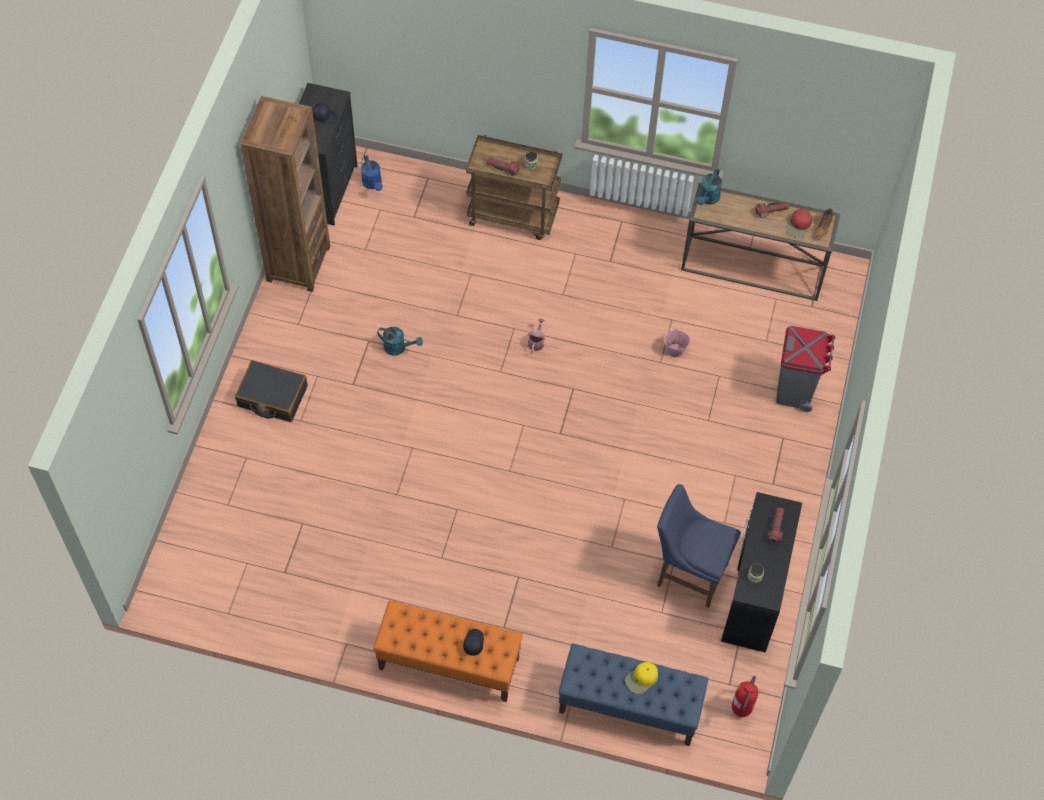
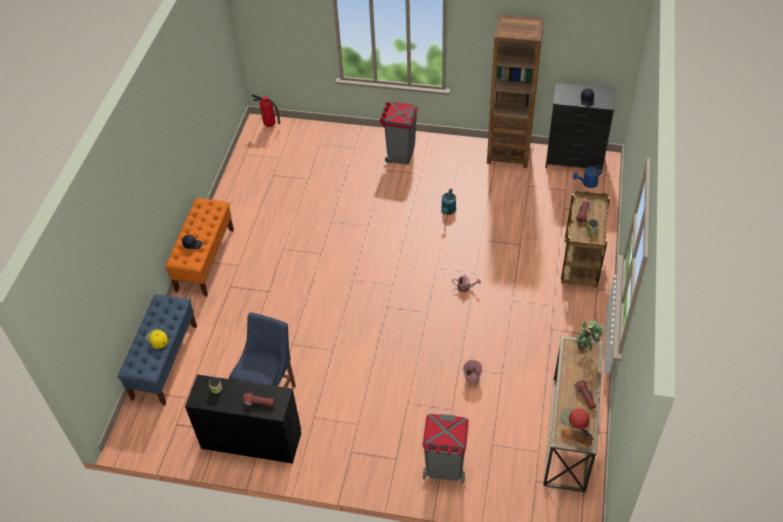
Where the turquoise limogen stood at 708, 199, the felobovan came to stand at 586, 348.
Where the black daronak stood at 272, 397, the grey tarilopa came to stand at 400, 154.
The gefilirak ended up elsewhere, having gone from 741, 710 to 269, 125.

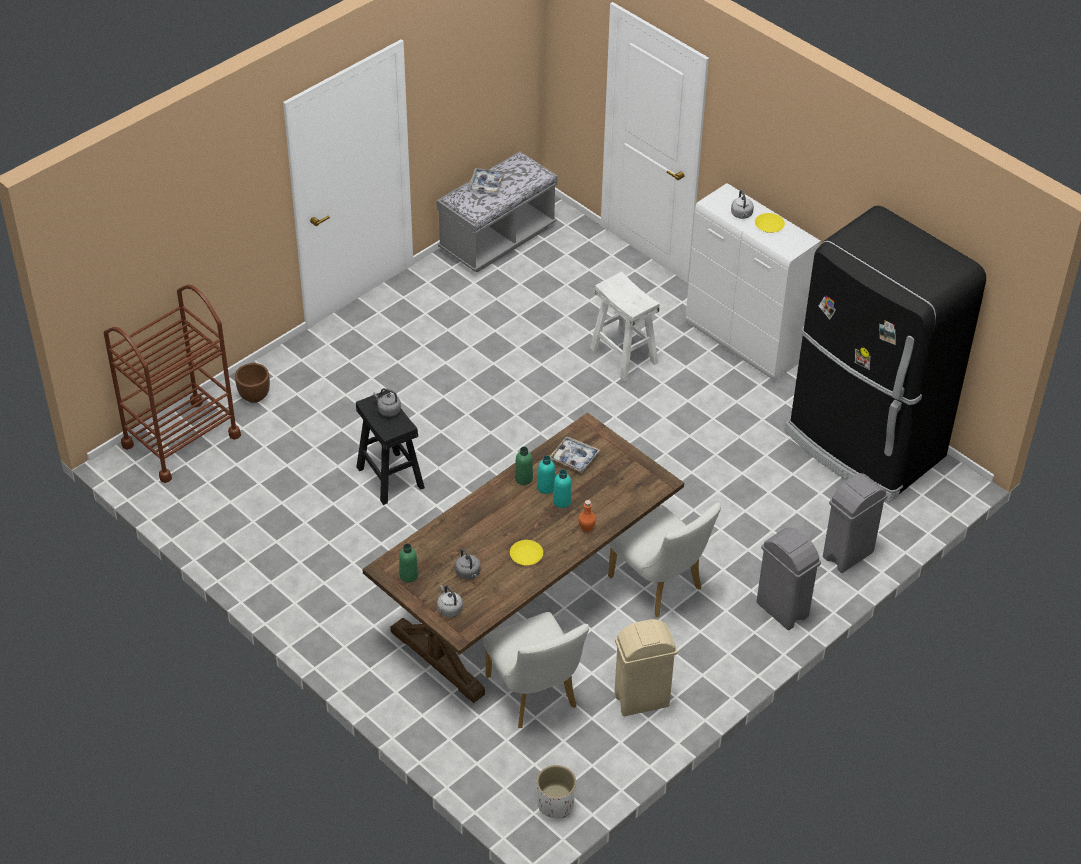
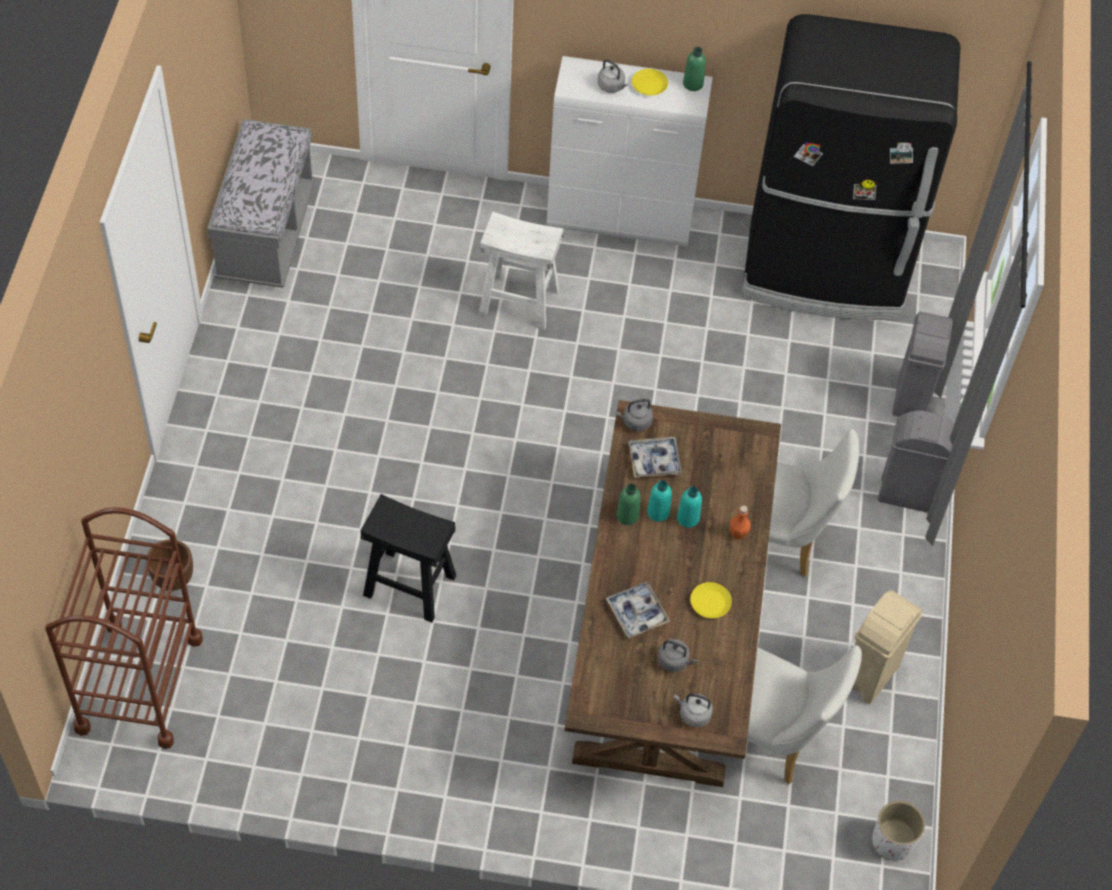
The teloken ended up elsewhere, having gone from 486, 184 to 637, 613.
The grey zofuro ended up elsewhere, having gone from 388, 410 to 635, 422.
The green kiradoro ended up elsewhere, having gone from 409, 575 to 693, 84.

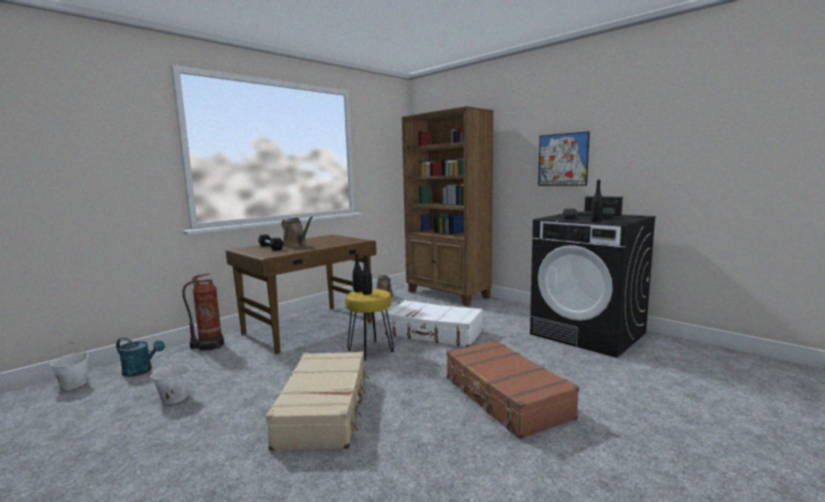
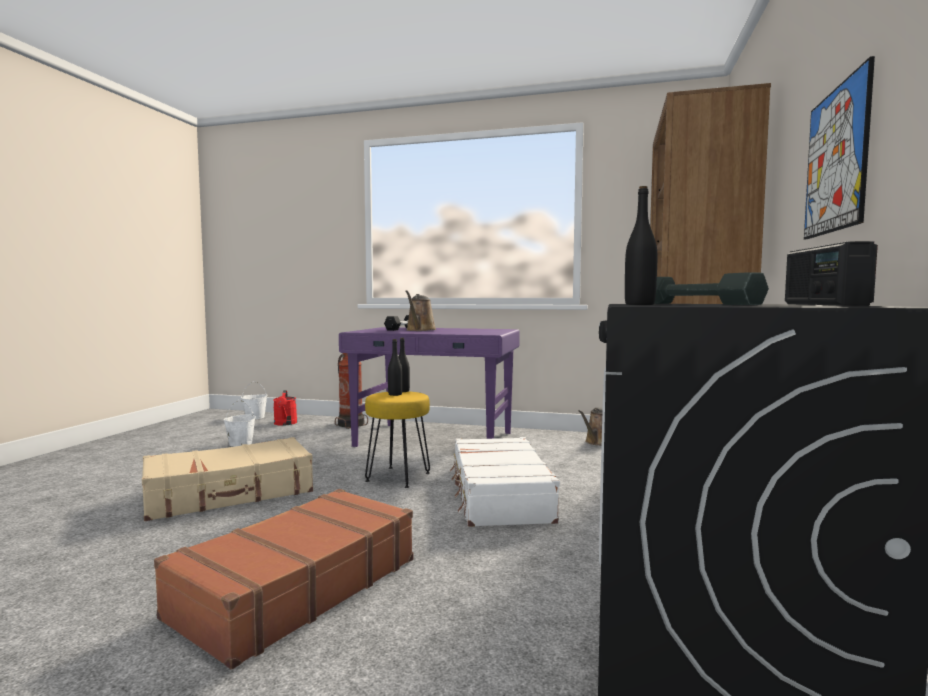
What was the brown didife at 309, 328 turned into the purple didife at 435, 440.
What was the turquoise limogen at 141, 371 turned into the red limogen at 285, 424.

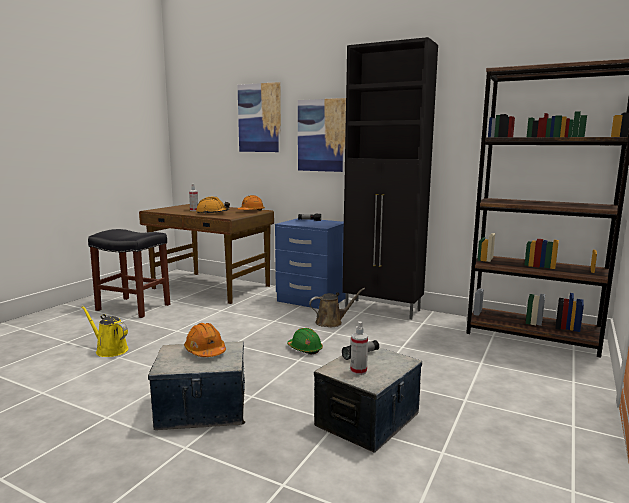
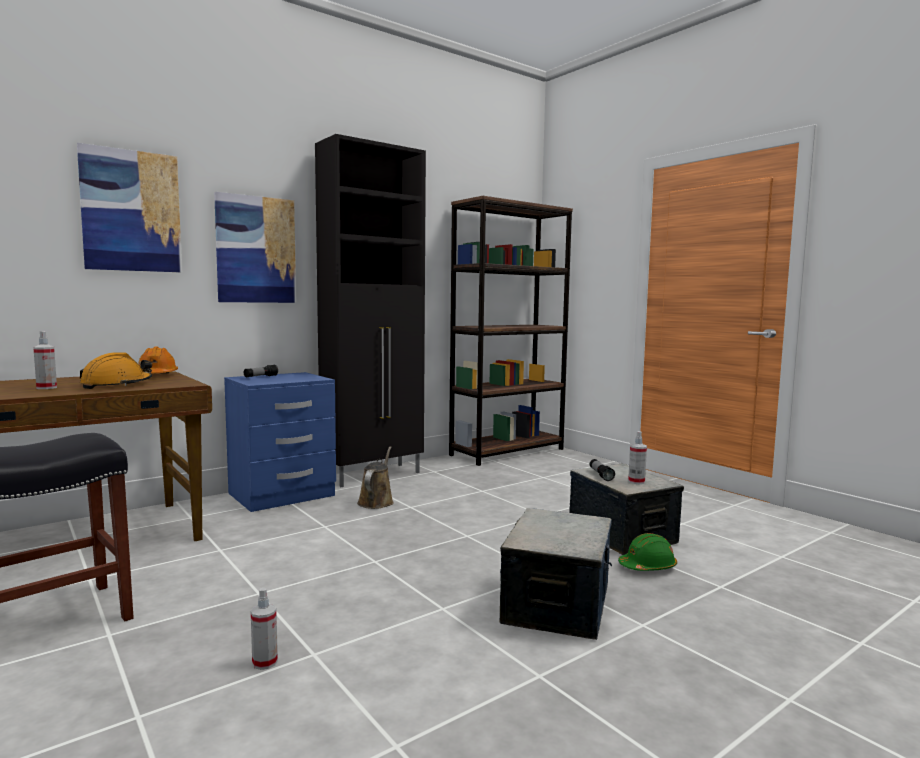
Where the yellow limogen stood at 109, 350, the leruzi came to stand at 265, 662.
The second view lost the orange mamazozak at 205, 351.
The green mamazozak ended up elsewhere, having gone from 305, 349 to 647, 567.

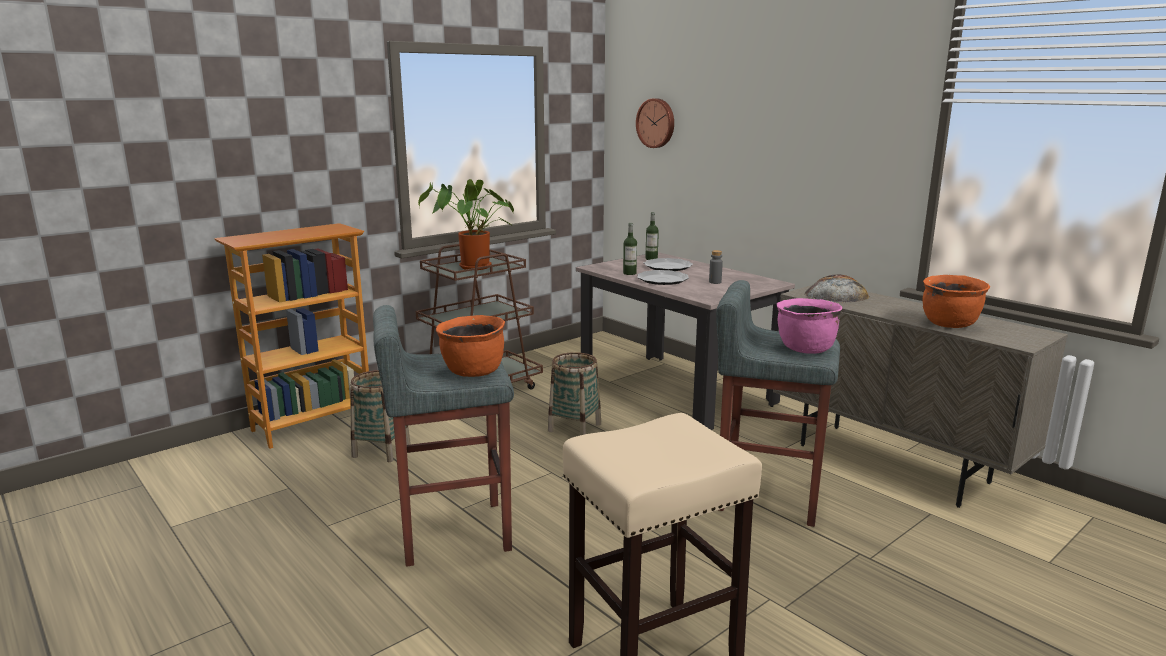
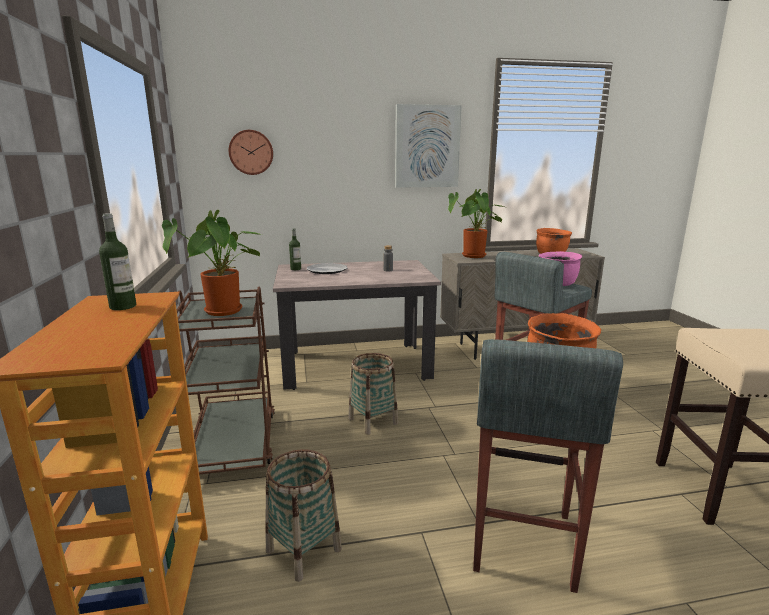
The kiradoro ended up elsewhere, having gone from 629, 273 to 123, 306.
The second view lost the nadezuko at 662, 279.
Where the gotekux stood at 836, 294, the felobovan came to stand at 474, 256.
The second view gained the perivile at 427, 146.

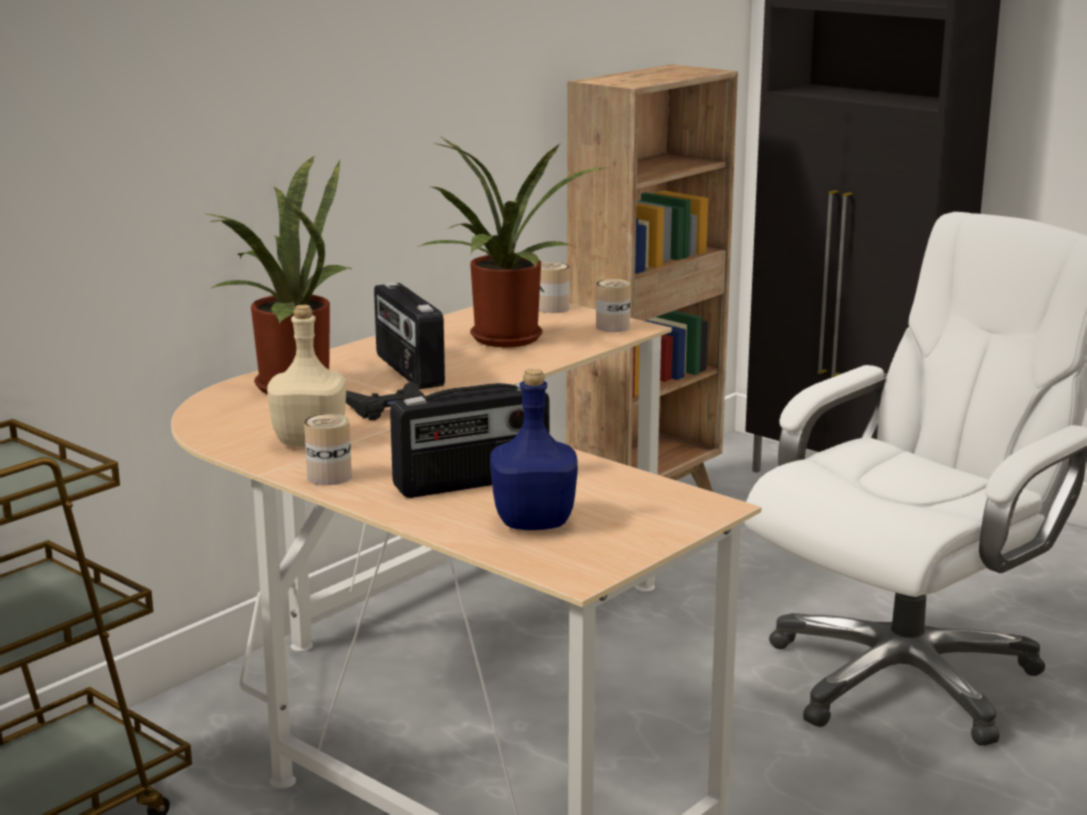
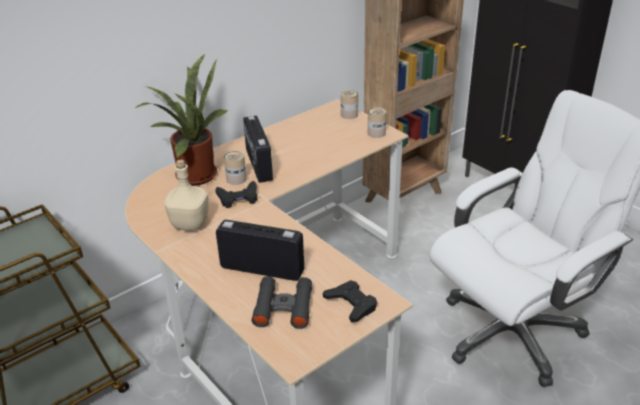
The second view lost the felobovan at 505, 341.
Where the blue kiradoro stood at 532, 522, the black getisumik came to stand at 283, 307.
The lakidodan at 472, 483 ended up facing another way, 150 degrees counterclockwise from before.
The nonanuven ended up elsewhere, having gone from 329, 476 to 236, 179.
The second view gained the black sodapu at 351, 304.

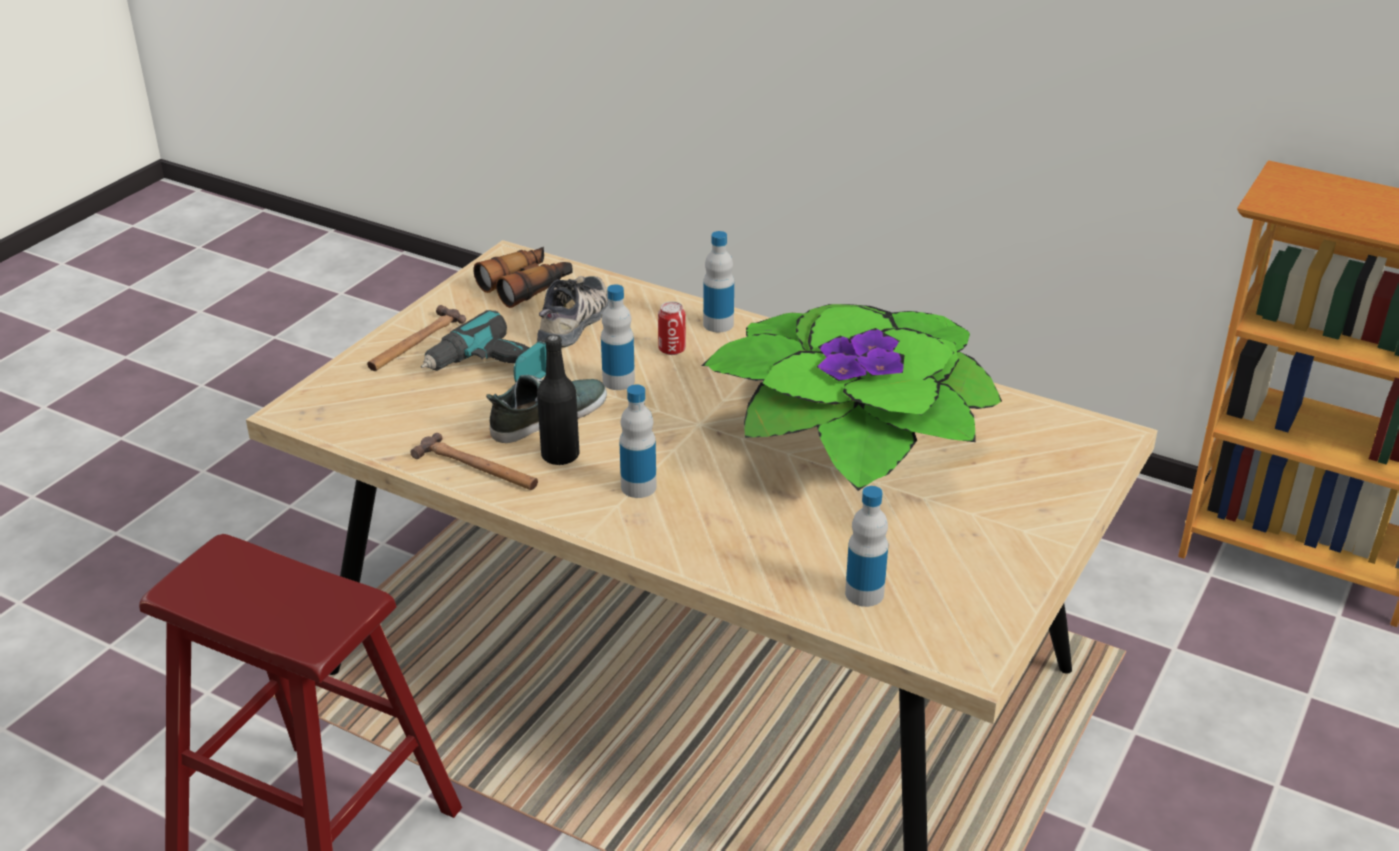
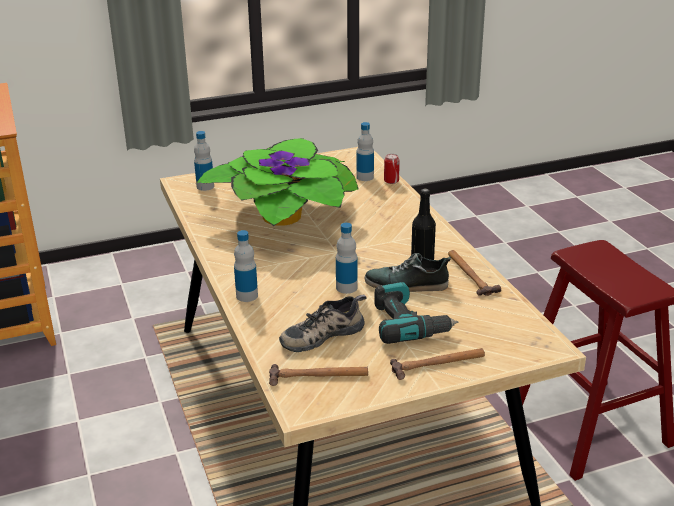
Where the getisumik stood at 527, 286, the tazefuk came to stand at 318, 376.
The nonanuven ended up elsewhere, having gone from 672, 349 to 391, 181.
The kiradoro ended up elsewhere, having gone from 638, 487 to 205, 186.

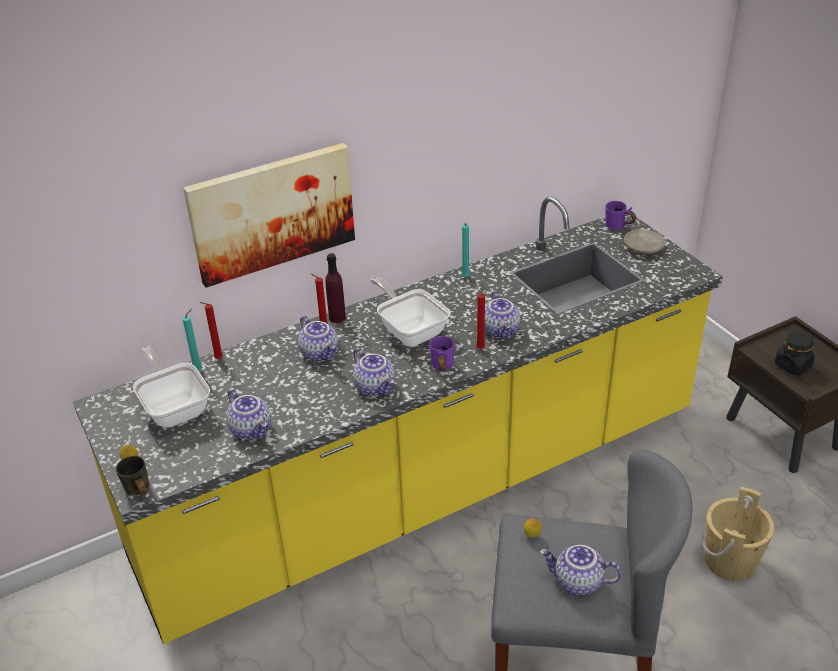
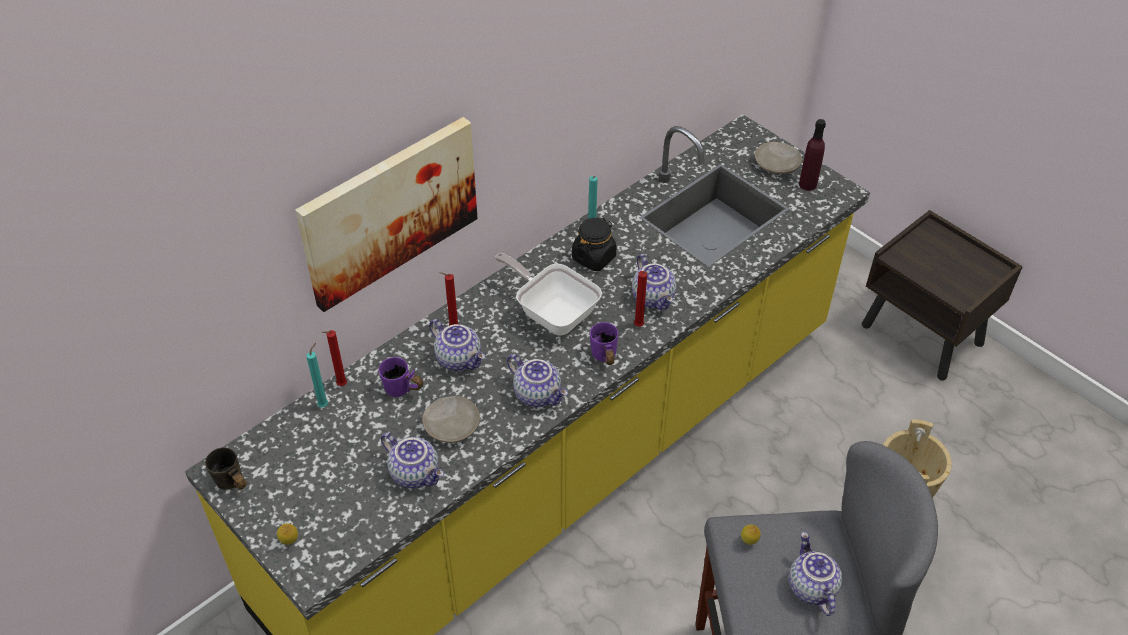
The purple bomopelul ended up elsewhere, having gone from 617, 228 to 401, 392.
The purple kiradoro ended up elsewhere, having gone from 337, 318 to 807, 184.
The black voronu ended up elsewhere, having gone from 793, 365 to 594, 257.
The second view lost the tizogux at 175, 407.
The grey bomopelul ended up elsewhere, having gone from 136, 493 to 230, 485.
The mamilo at 577, 583 ended up facing another way, 75 degrees clockwise from before.
The second view gained the beige nadezuko at 452, 425.

